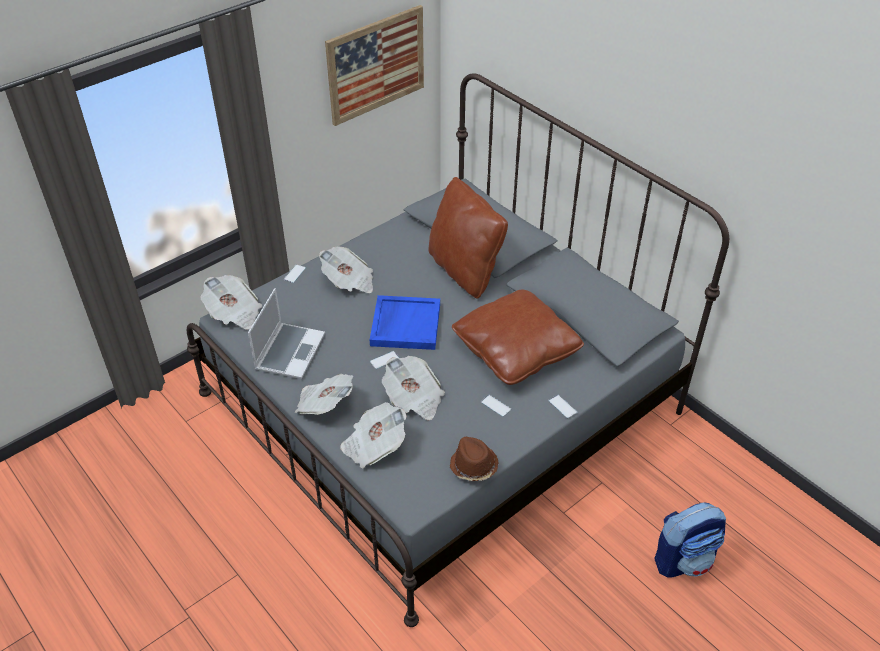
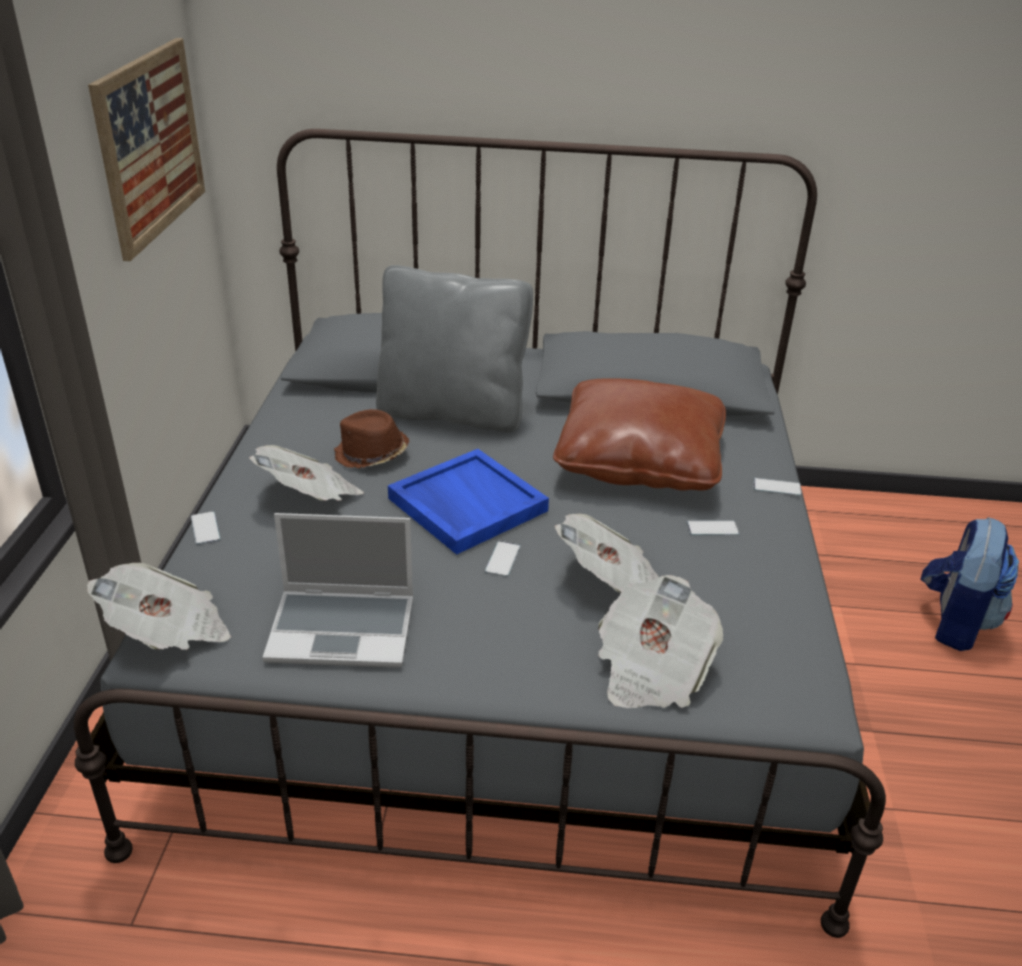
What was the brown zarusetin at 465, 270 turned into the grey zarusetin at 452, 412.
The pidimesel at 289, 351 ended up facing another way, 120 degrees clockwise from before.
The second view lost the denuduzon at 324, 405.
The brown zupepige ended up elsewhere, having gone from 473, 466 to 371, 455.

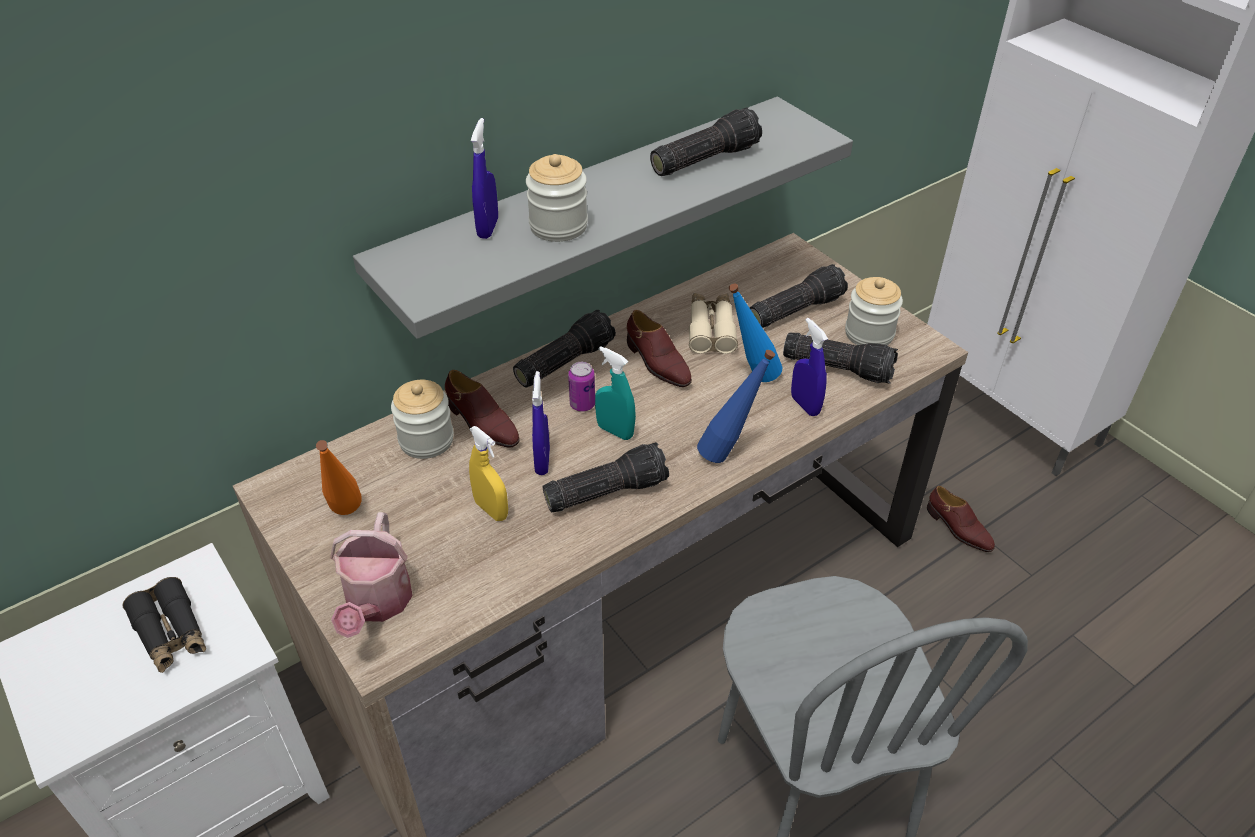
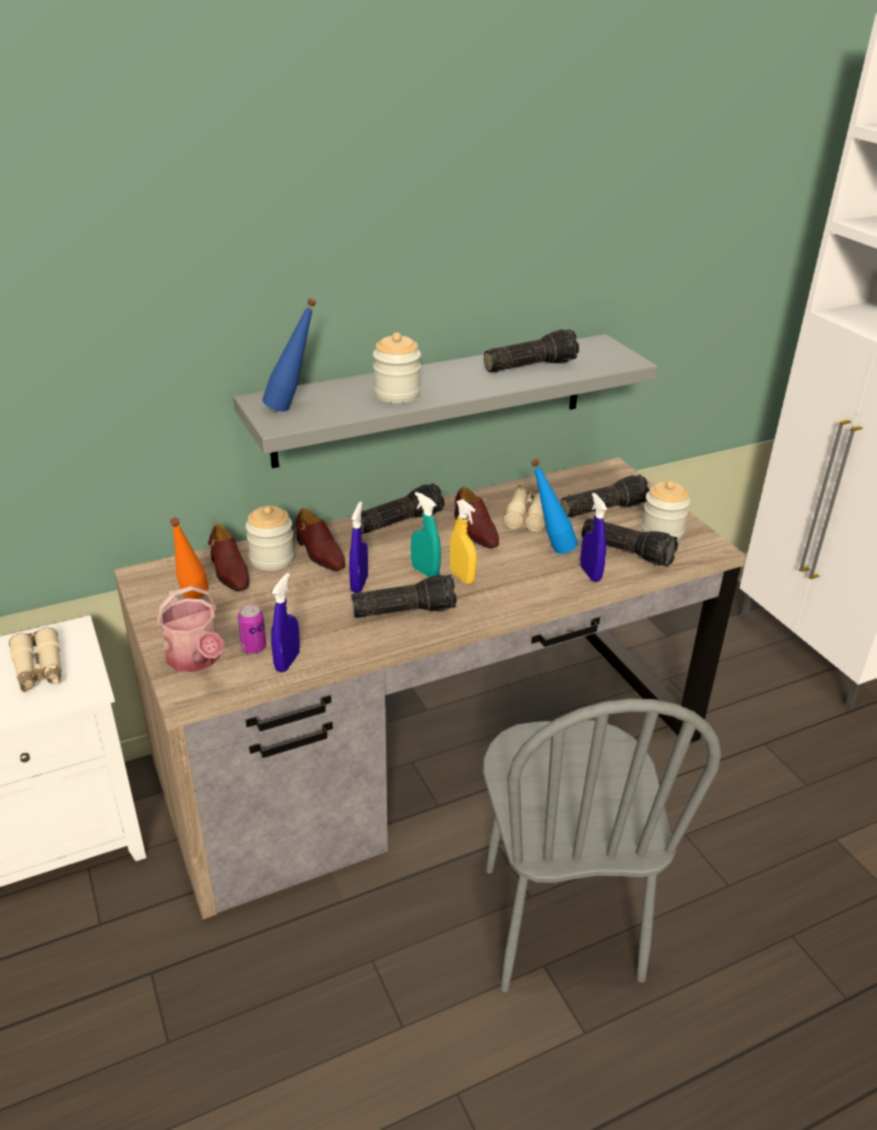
The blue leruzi ended up elsewhere, having gone from 488, 228 to 287, 662.
The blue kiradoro ended up elsewhere, having gone from 729, 453 to 292, 408.
The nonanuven ended up elsewhere, having gone from 582, 404 to 254, 647.
The yellow leruzi ended up elsewhere, having gone from 491, 510 to 462, 577.
The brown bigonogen ended up elsewhere, having gone from 958, 529 to 229, 571.
The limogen at 376, 604 ended up facing another way, 45 degrees counterclockwise from before.
What was the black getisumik at 171, 633 turned into the beige getisumik at 39, 669.

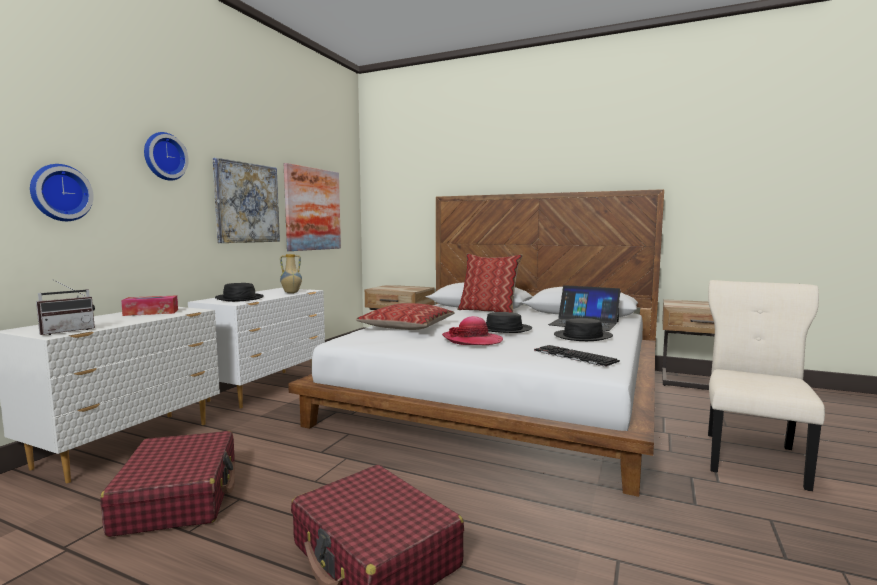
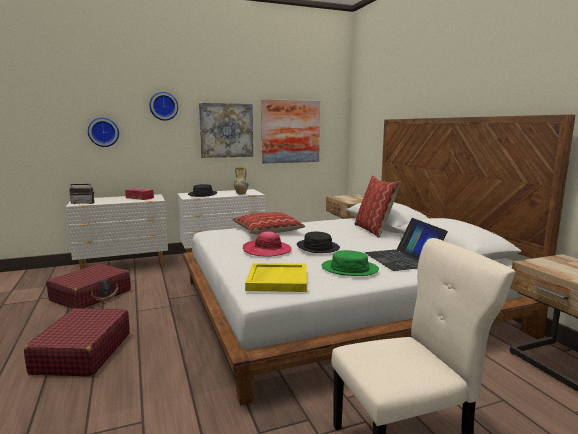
What was the black zupepige at 582, 336 turned into the green zupepige at 349, 269.
Where the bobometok stood at 573, 356, the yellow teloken came to stand at 277, 280.

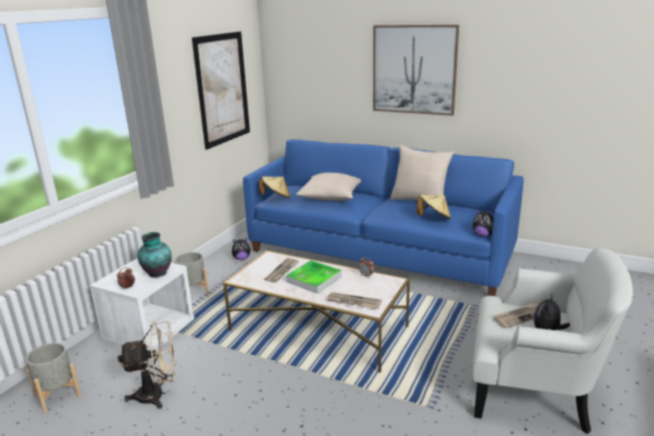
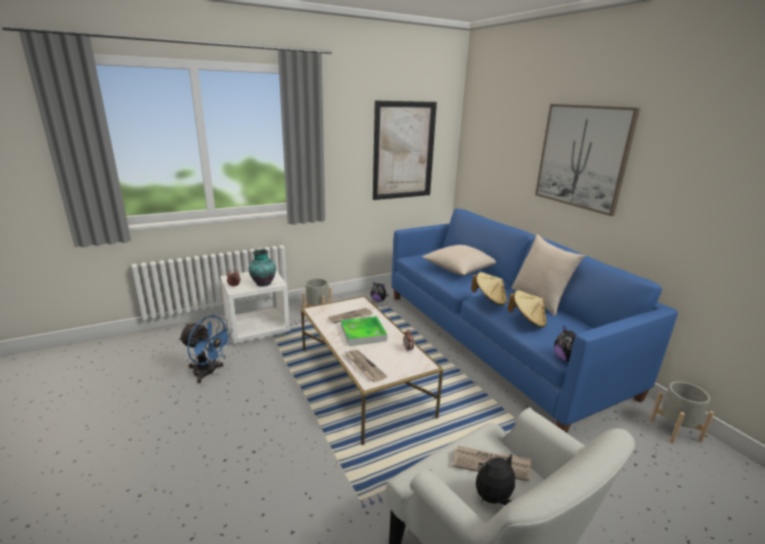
The beige zupepige ended up elsewhere, having gone from 276, 197 to 489, 300.
What was the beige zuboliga at 158, 395 turned into the blue zuboliga at 208, 373.
The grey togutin ended up elsewhere, having gone from 57, 395 to 675, 430.

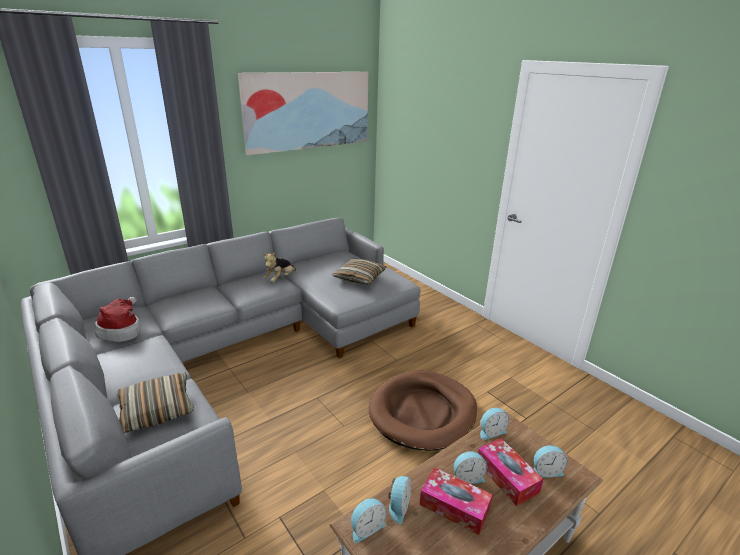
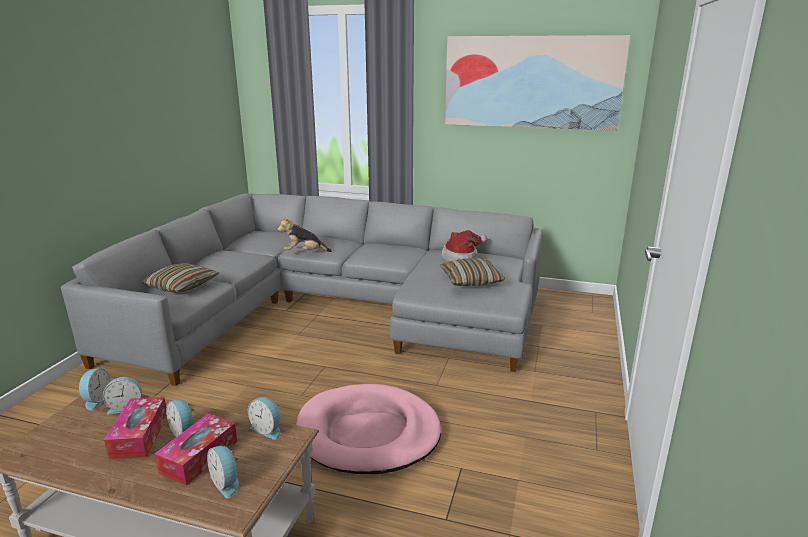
The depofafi ended up elsewhere, having gone from 280, 279 to 304, 252.
The zupepige ended up elsewhere, having gone from 122, 330 to 462, 258.
What was the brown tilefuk at 423, 412 turned into the pink tilefuk at 368, 433.
The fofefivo at 366, 527 ended up facing another way, 105 degrees counterclockwise from before.

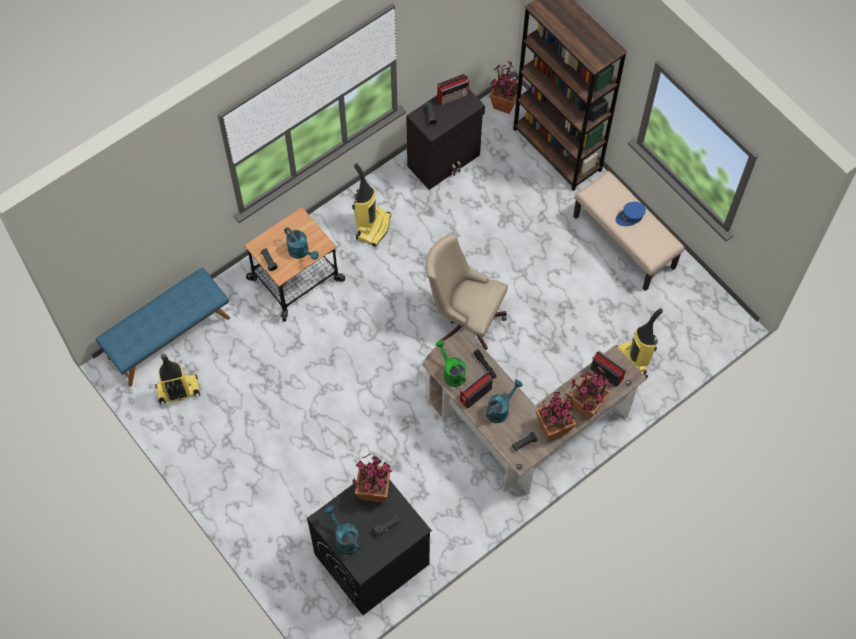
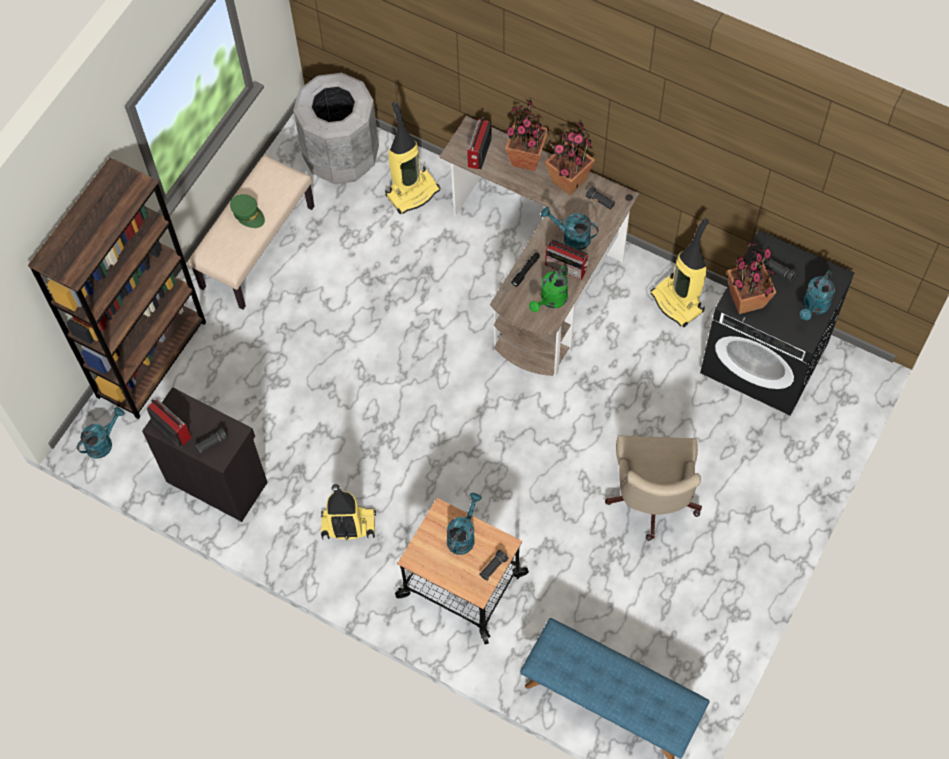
Where the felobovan stood at 504, 104, the turquoise limogen came to stand at 103, 442.
What was the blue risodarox at 630, 216 turned into the green risodarox at 248, 214.
The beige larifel ended up elsewhere, having gone from 464, 318 to 651, 502.
The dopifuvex ended up elsewhere, having gone from 178, 391 to 678, 302.
The second view gained the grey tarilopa at 341, 157.

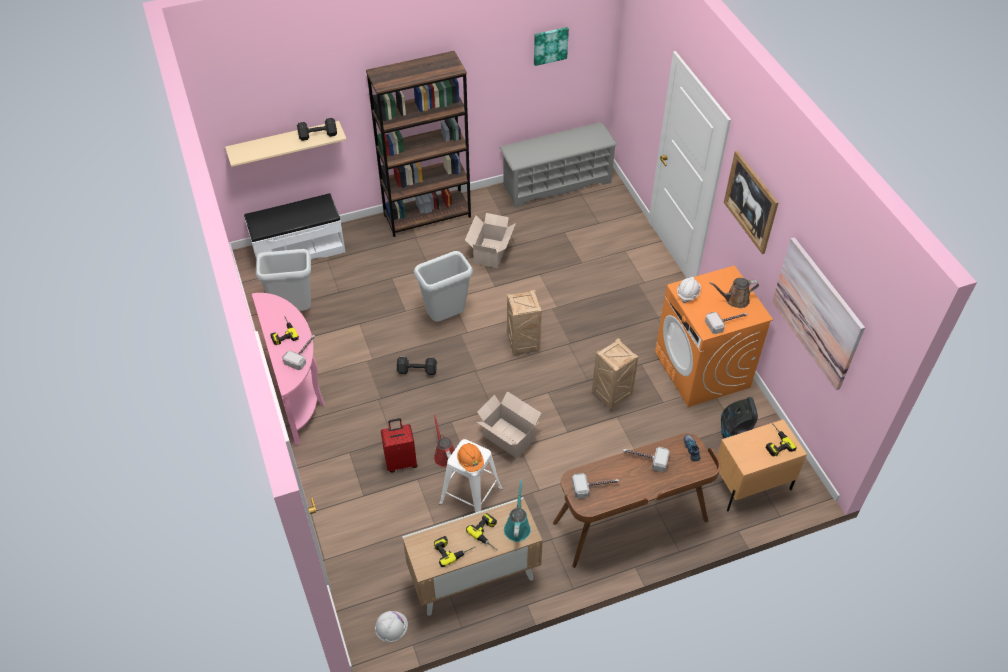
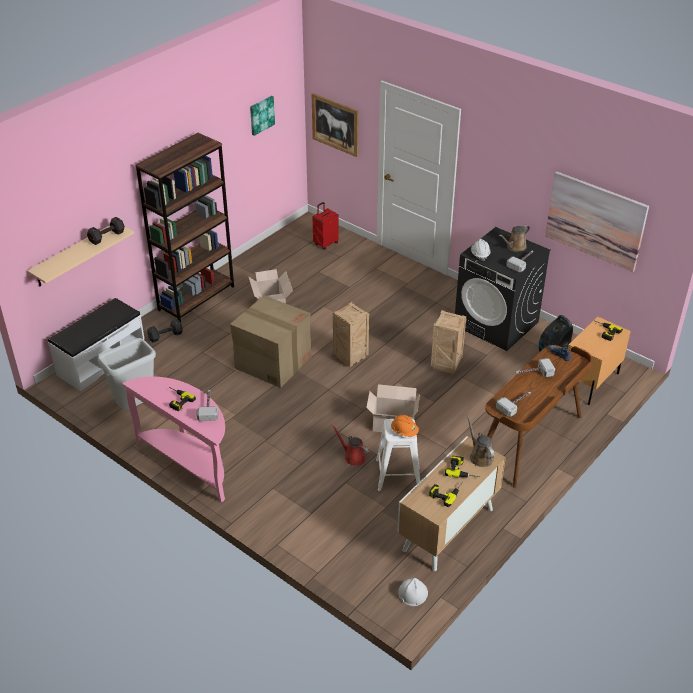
The second view lost the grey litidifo at 556, 183.
The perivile ended up elsewhere, having gone from 751, 202 to 335, 124.
Where the grey tarilopa stood at 446, 317, the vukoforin came to stand at 272, 362.
What was the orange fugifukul at 702, 370 turned into the black fugifukul at 496, 324.
The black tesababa ended up elsewhere, having gone from 416, 370 to 164, 336.
The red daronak ended up elsewhere, having gone from 401, 462 to 325, 243.
What was the turquoise limogen at 517, 526 turned into the brown limogen at 480, 456.

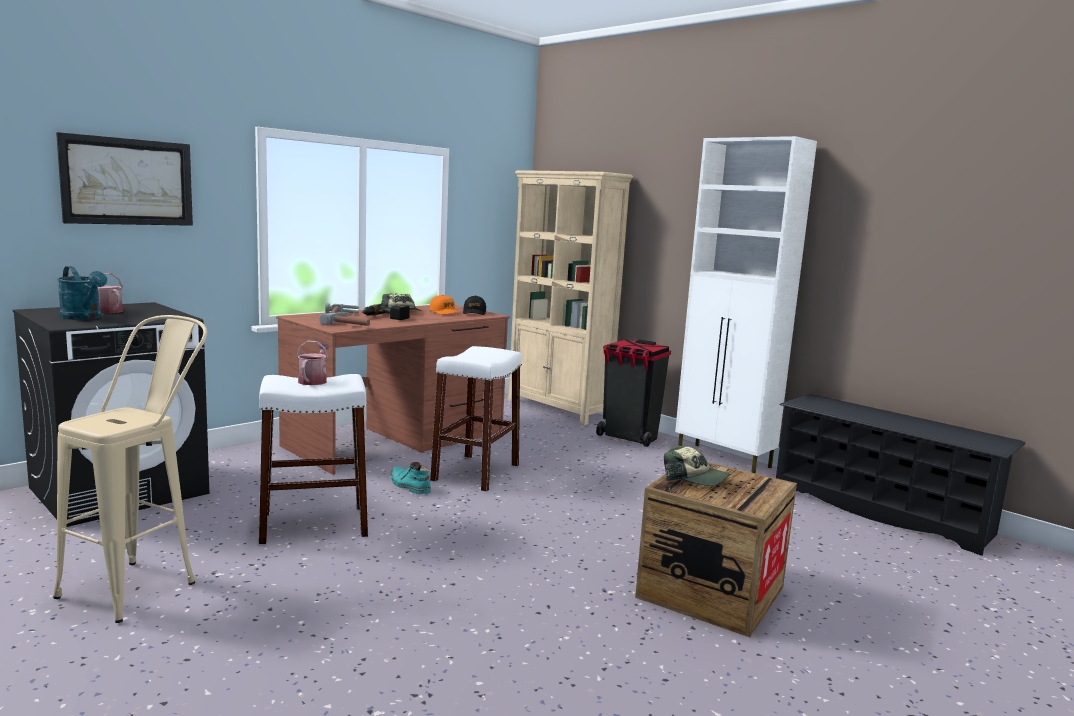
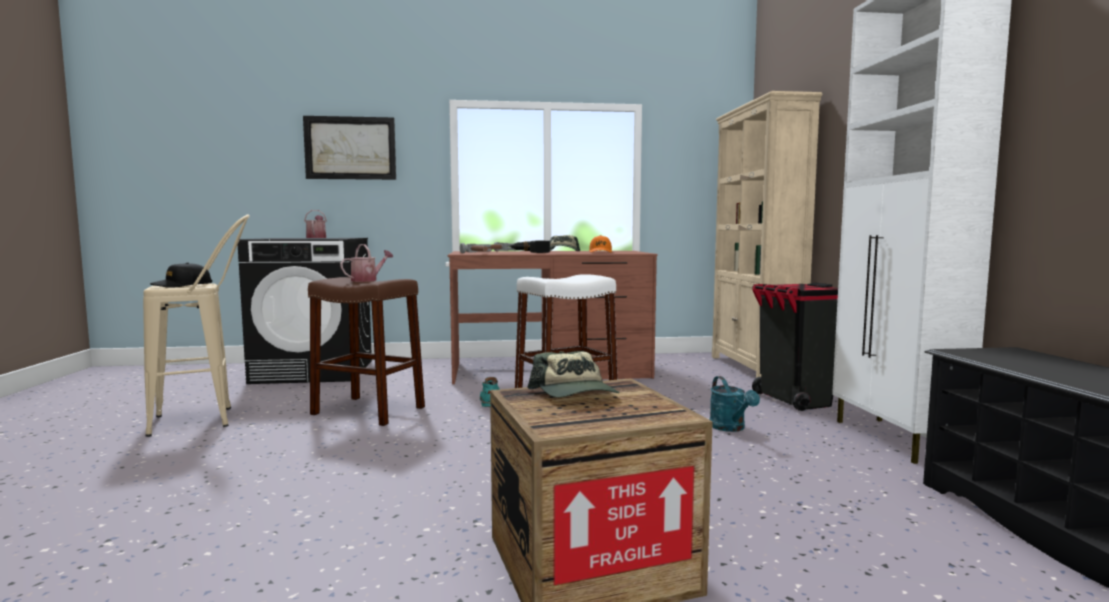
The turquoise limogen ended up elsewhere, having gone from 84, 318 to 730, 428.
The black risodarox ended up elsewhere, having gone from 474, 312 to 182, 285.
What was the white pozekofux at 314, 525 turned into the brown pozekofux at 368, 411.

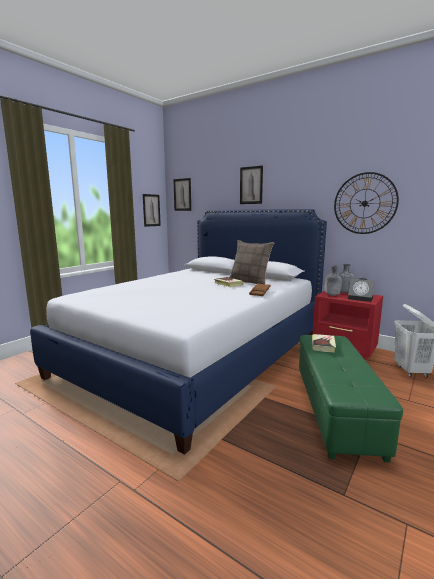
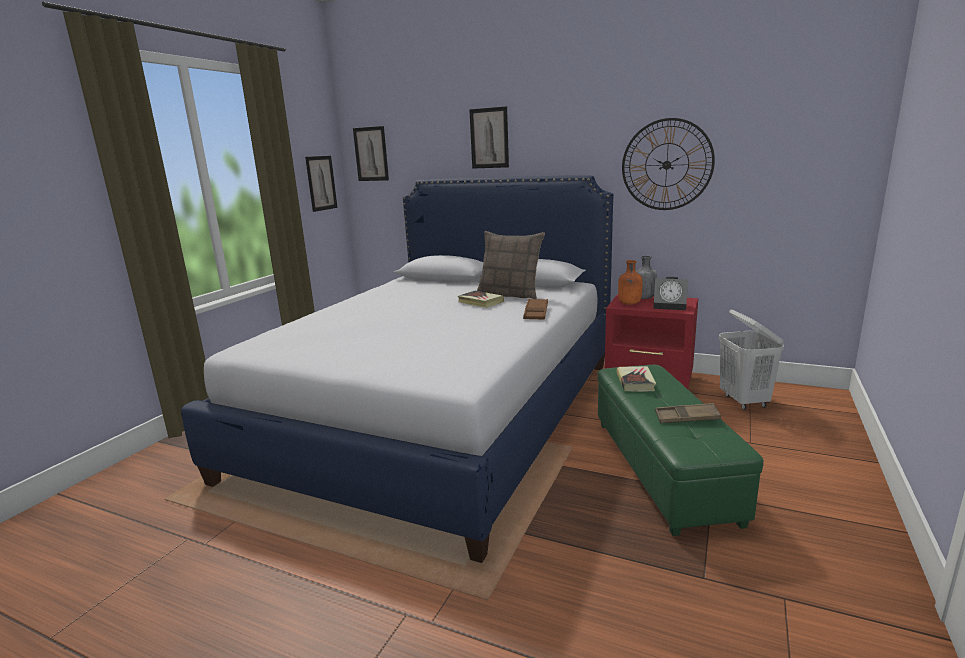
What was the grey kiradoro at 332, 295 turned into the orange kiradoro at 629, 304.
The second view gained the brown teloken at 686, 418.

